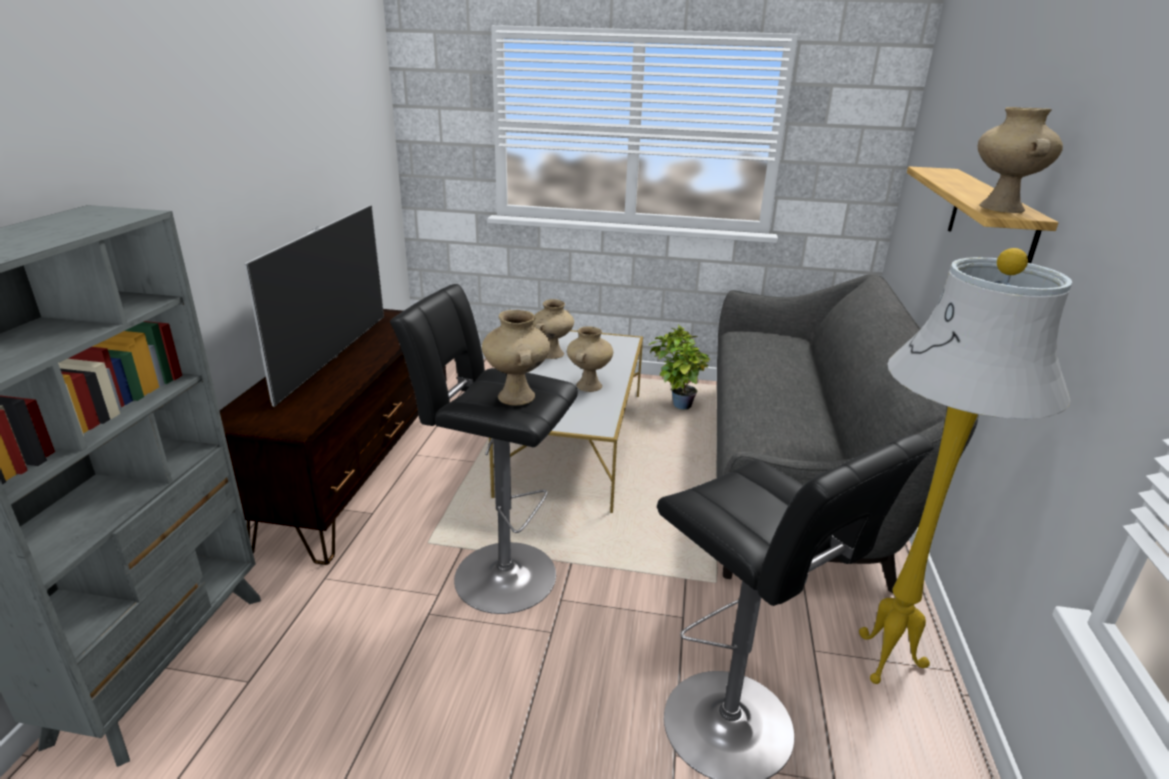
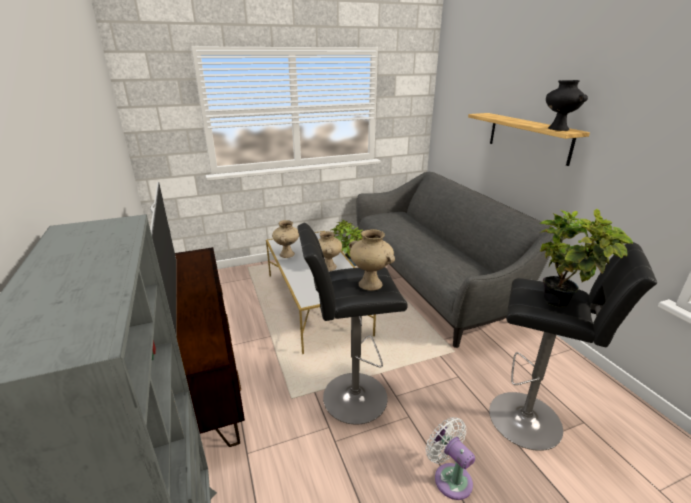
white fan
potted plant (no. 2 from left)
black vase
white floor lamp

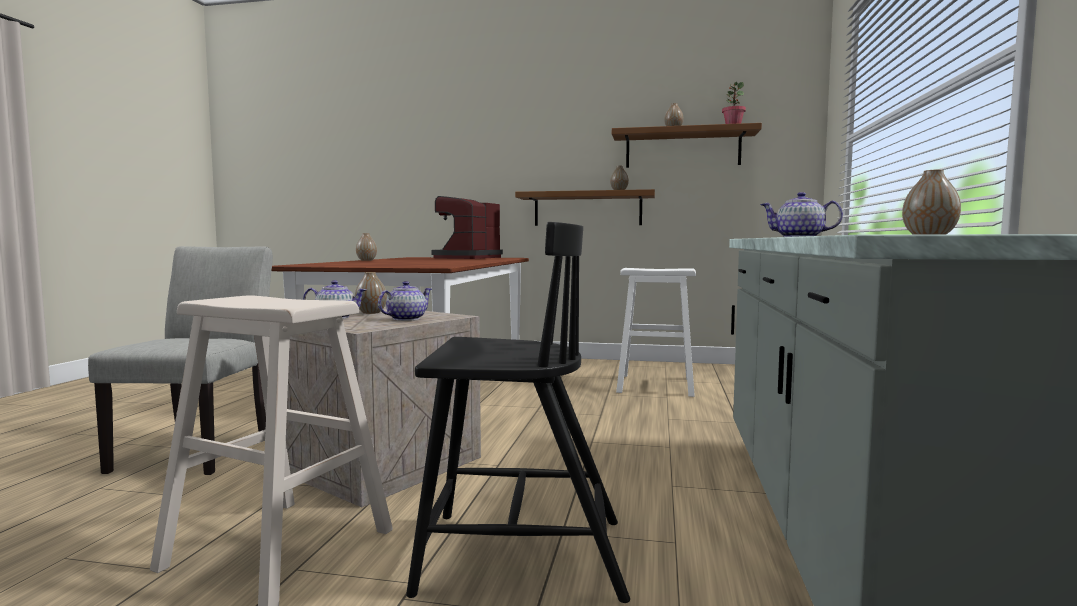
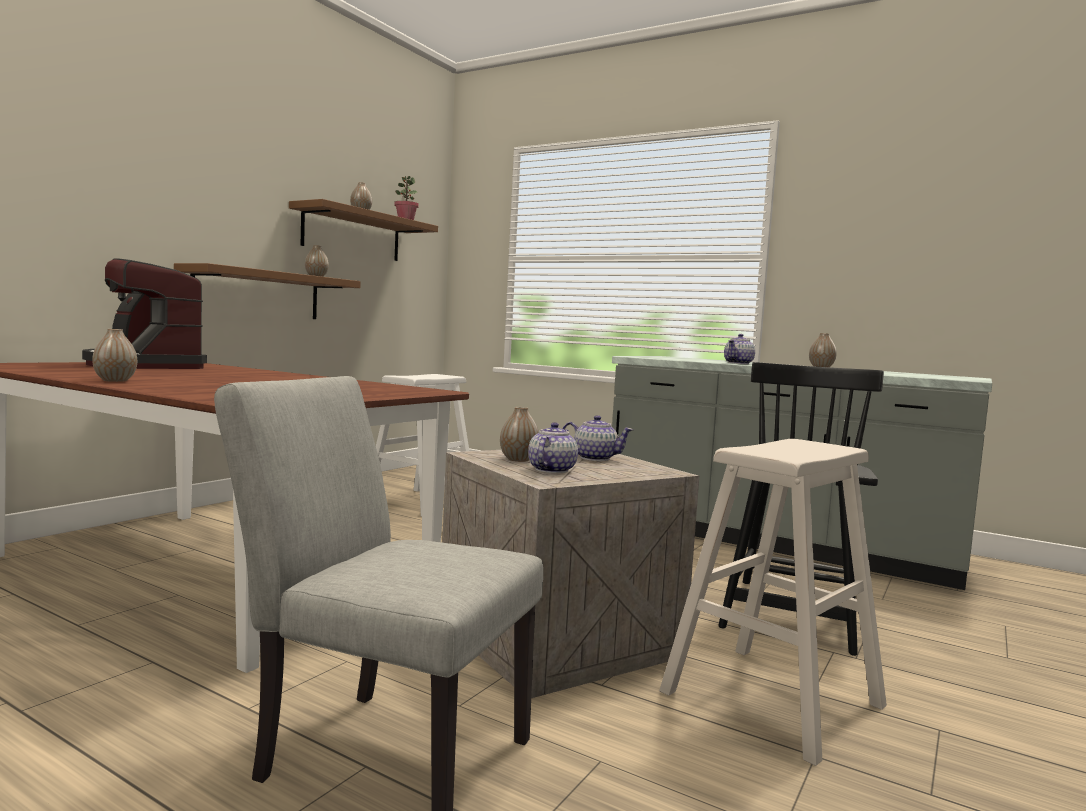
teapot (no. 2 from left)

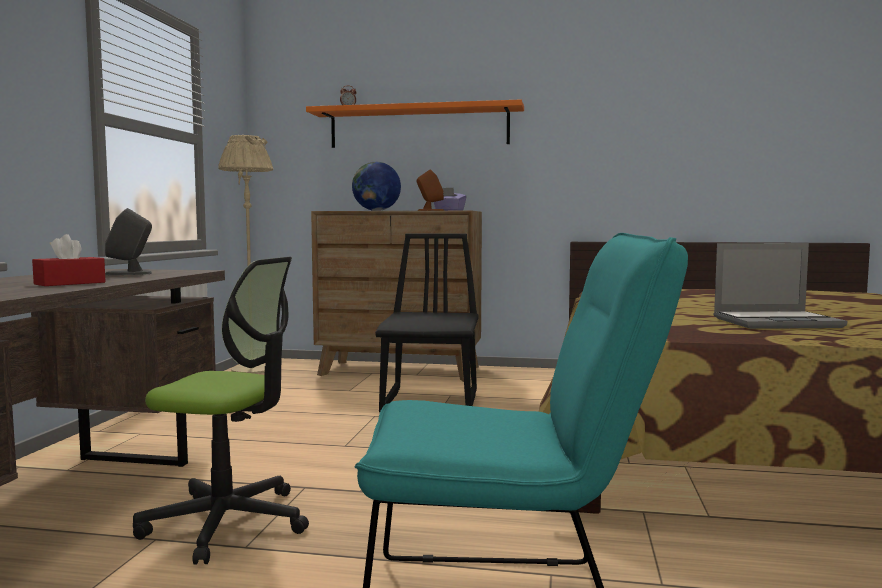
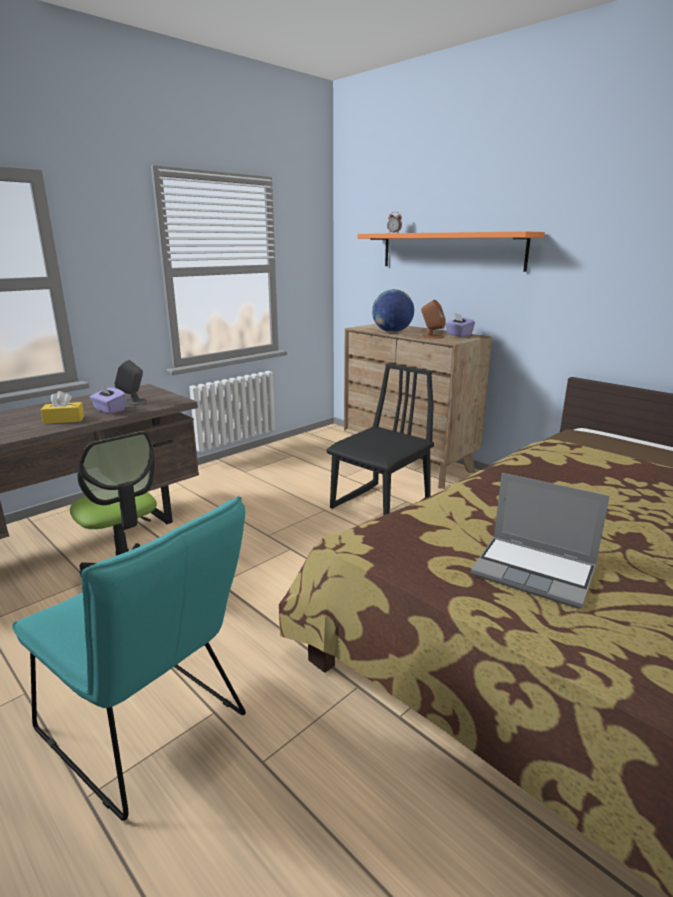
yellow tissue box
purple tissue box (no. 1 from left)
beige floor lamp

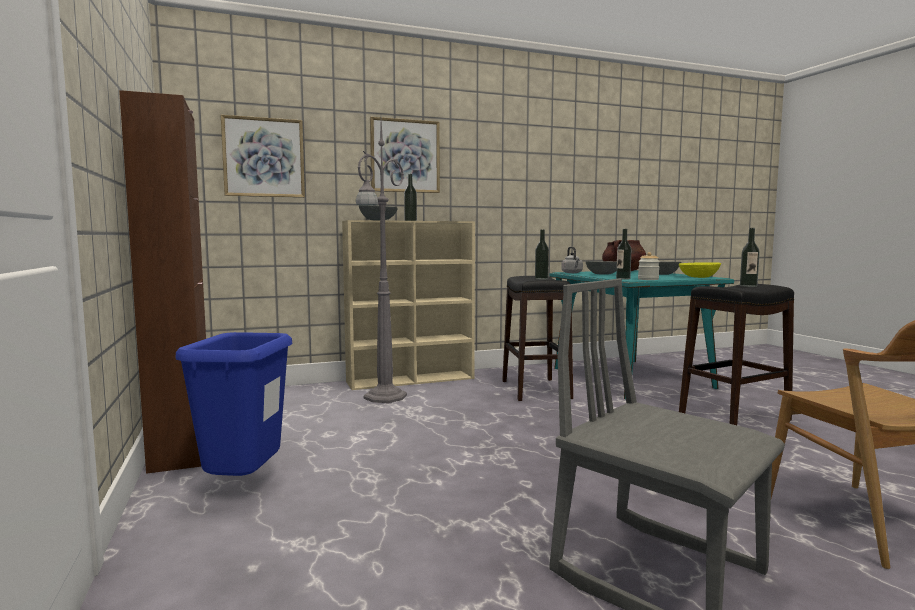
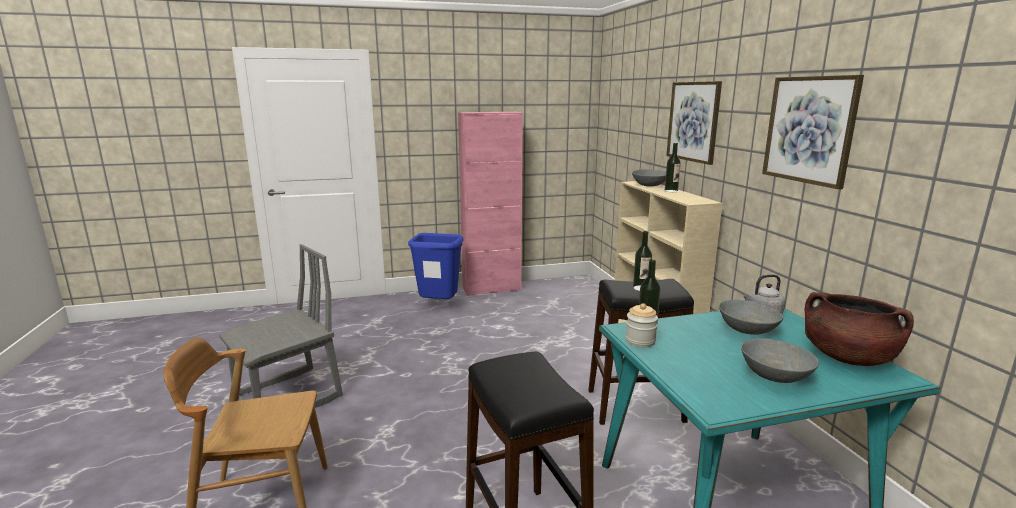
pink cabinet
picture (no. 2 from left)
grey floor lamp
yellow bowl
bottle (no. 4 from left in the first image)

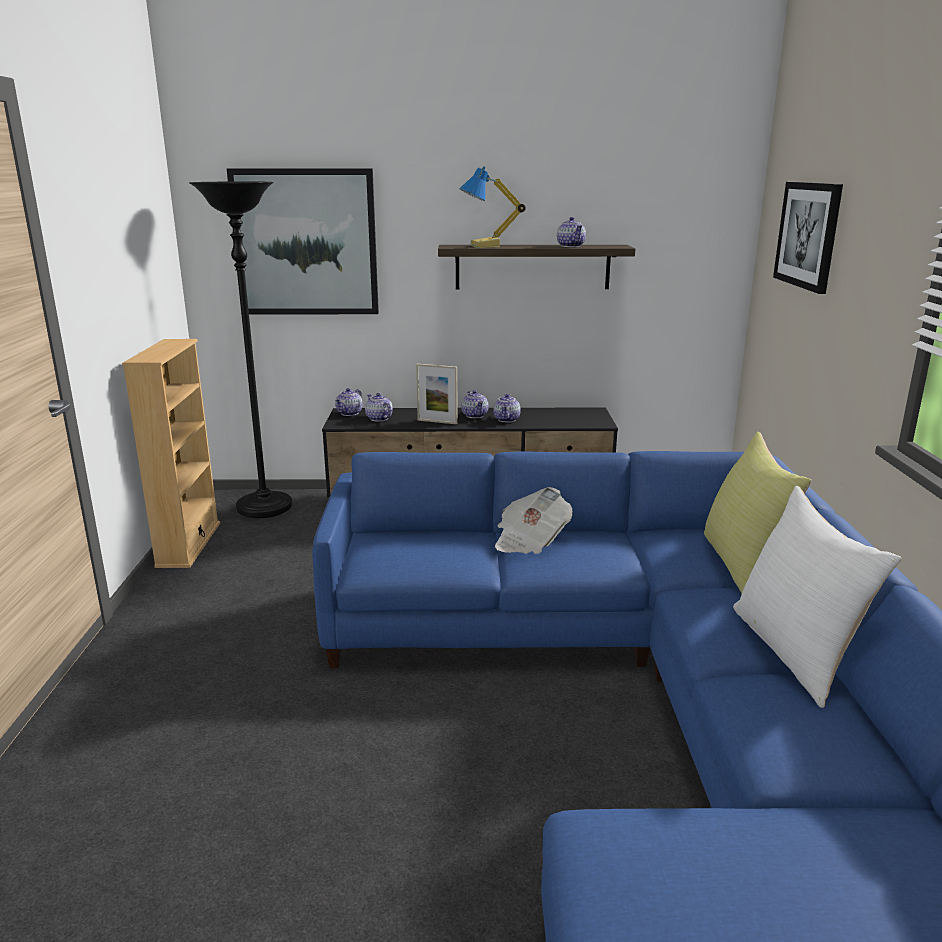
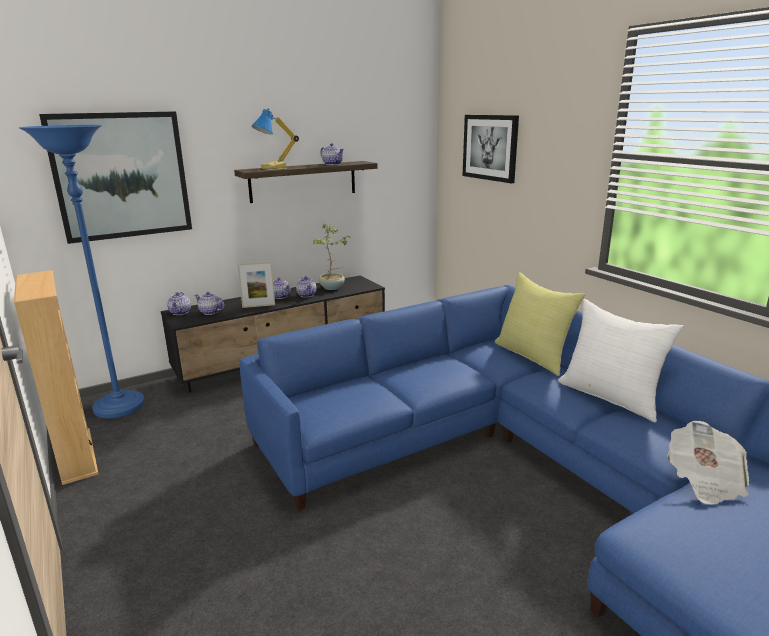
blue floor lamp
potted plant
newspaper

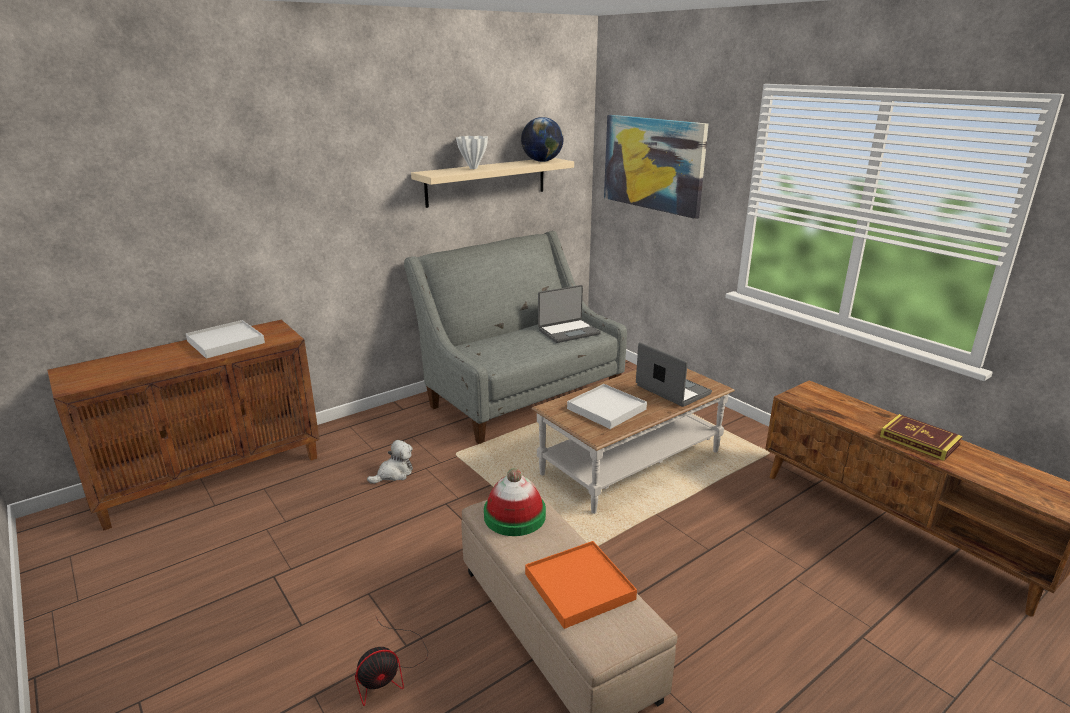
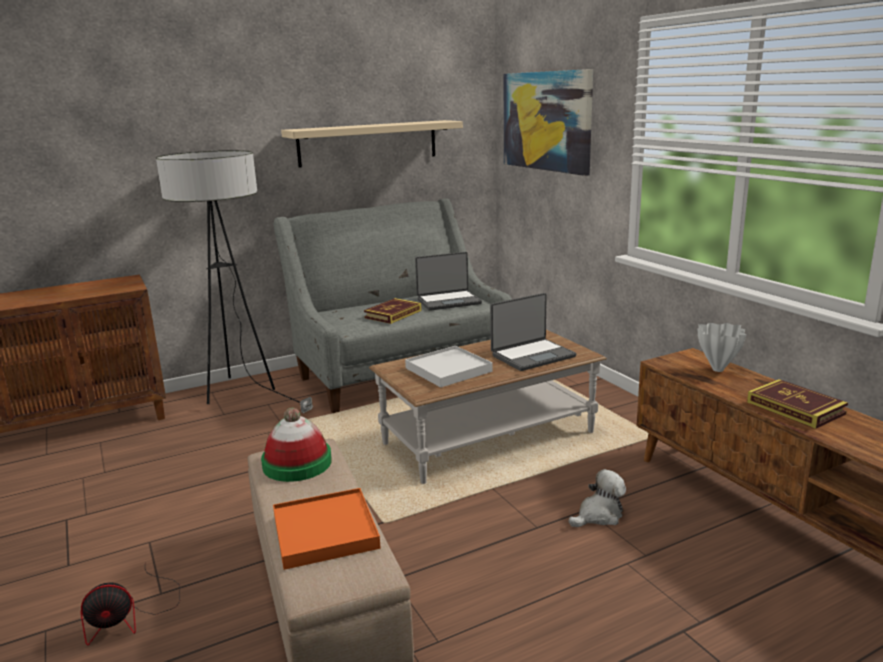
floor lamp
book (no. 1 from left)
laptop (no. 2 from left)
plush toy
white vase
white tray (no. 1 from left in the first image)
globe

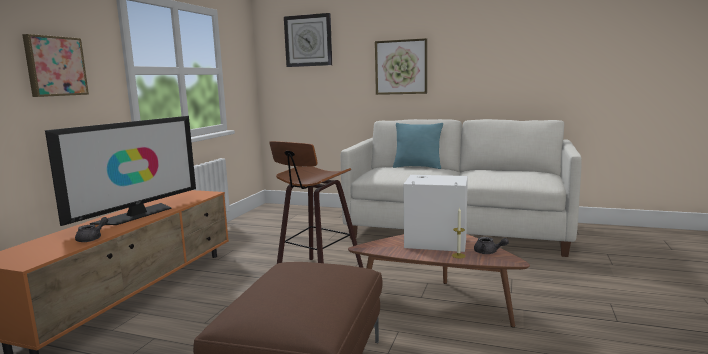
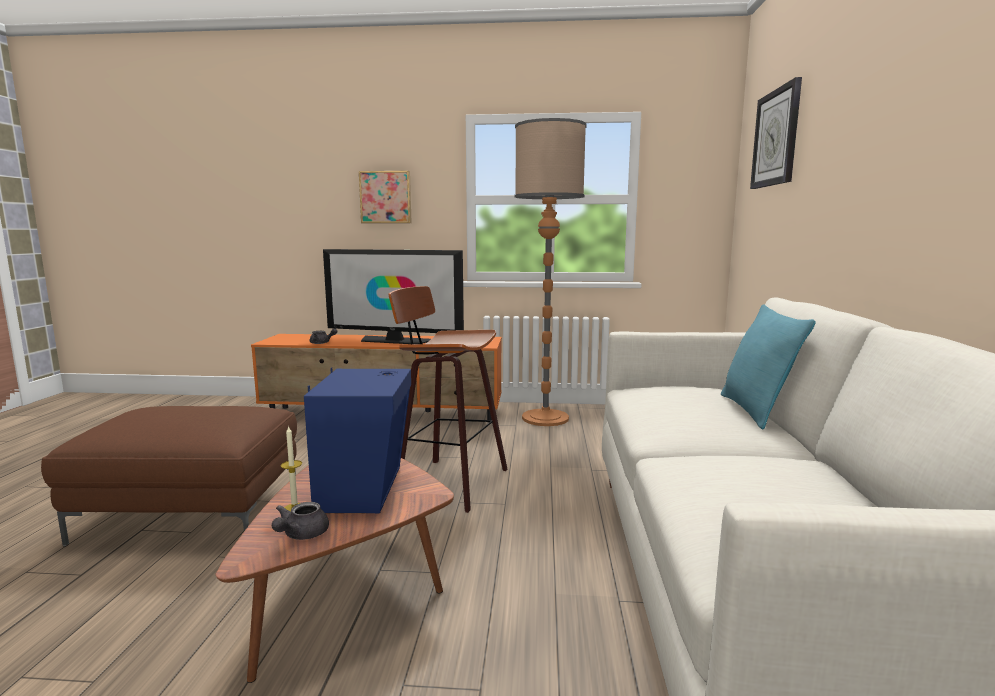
blue speaker
floor lamp
picture (no. 2 from left in the first image)

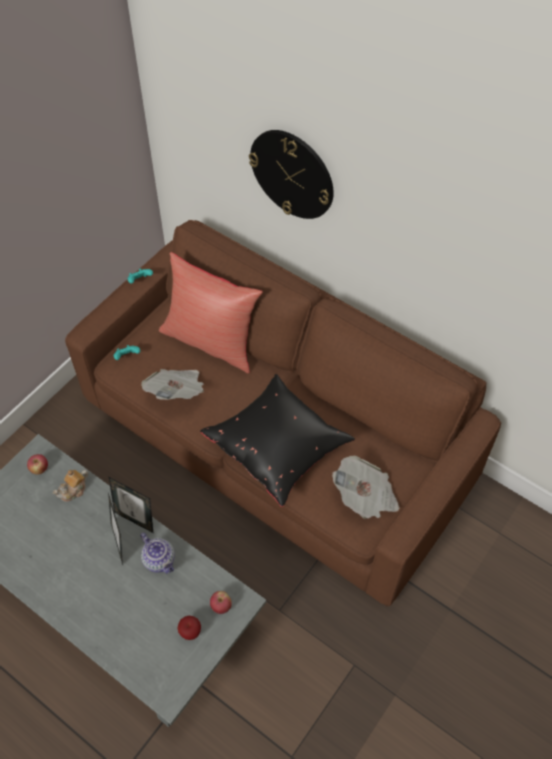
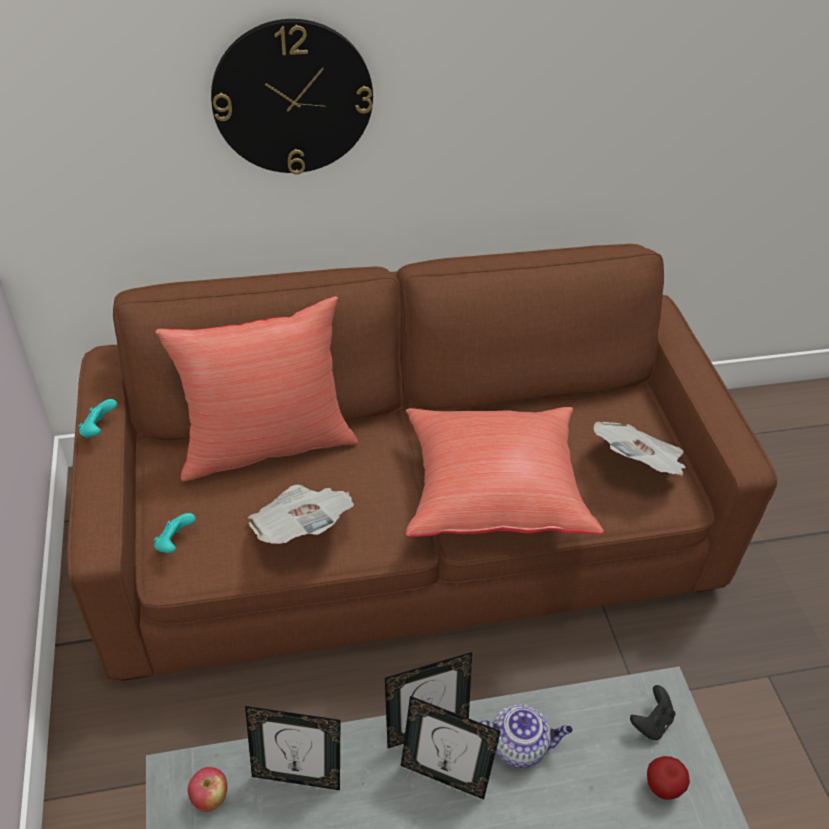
picture frame (no. 1 from left)
red pillow (no. 2 from left)
black game controller

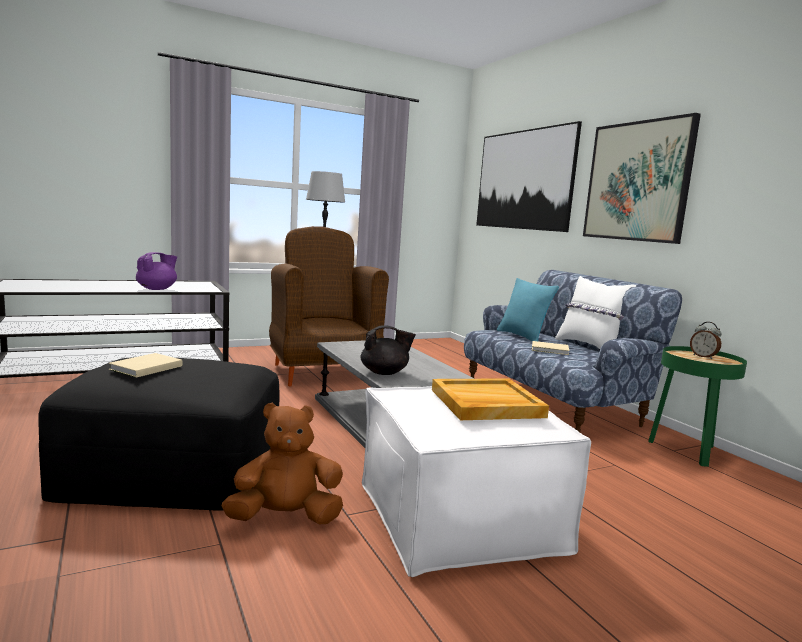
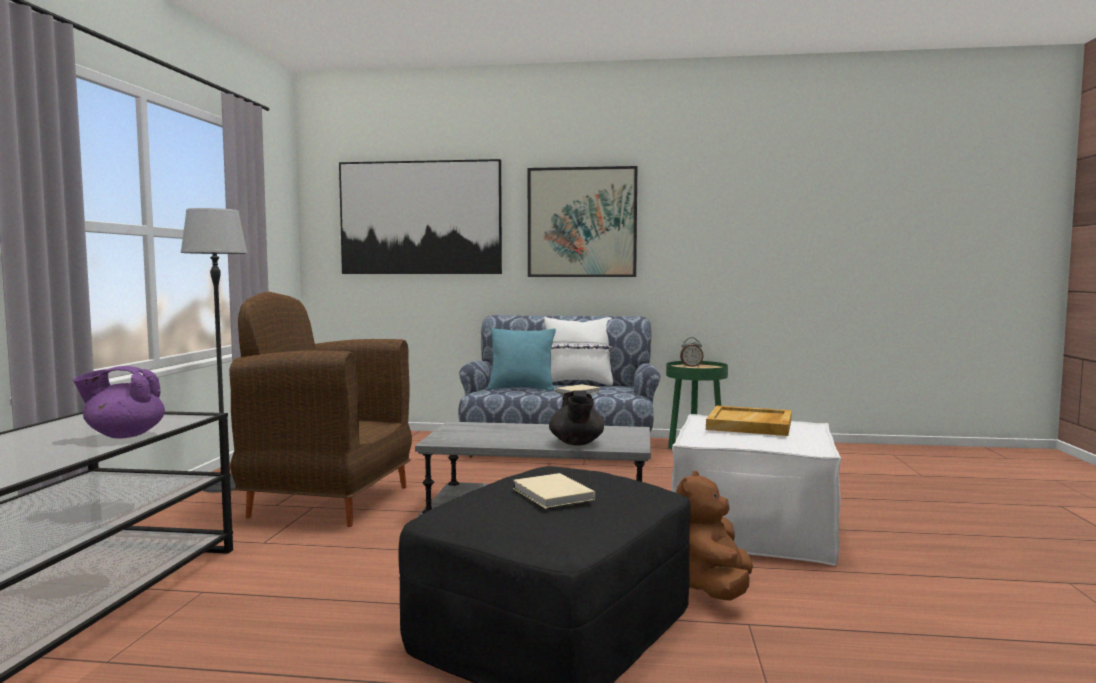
purple teapot
black teapot

